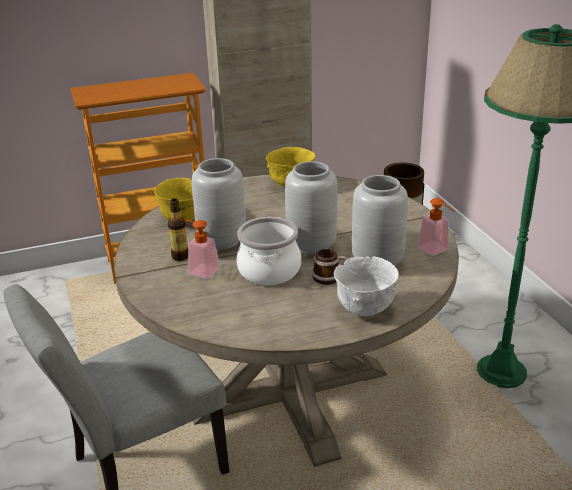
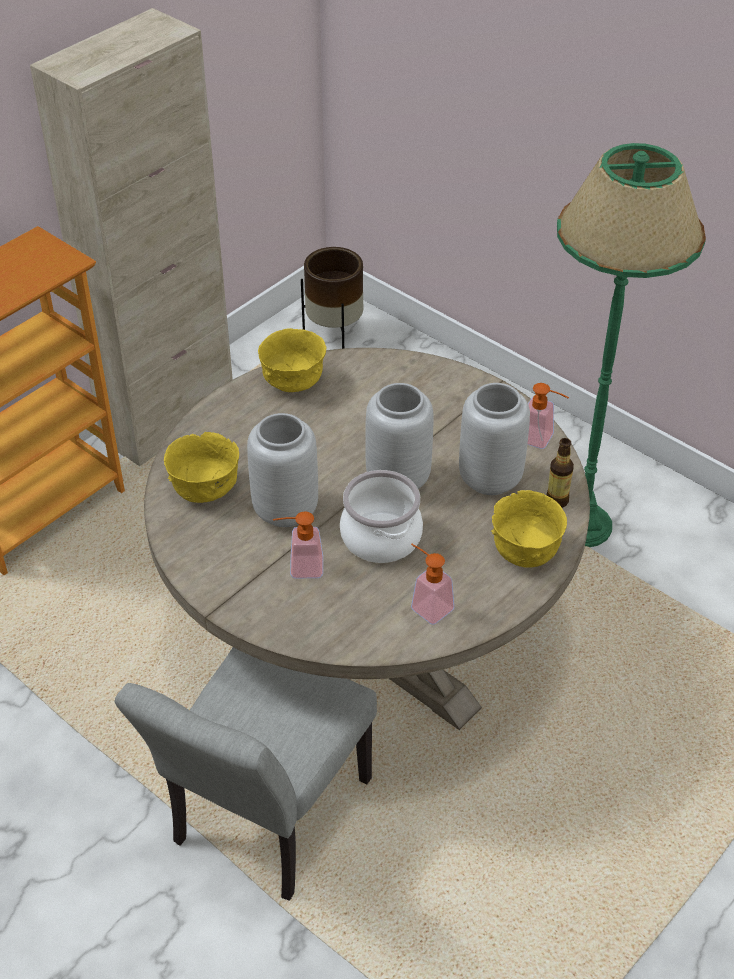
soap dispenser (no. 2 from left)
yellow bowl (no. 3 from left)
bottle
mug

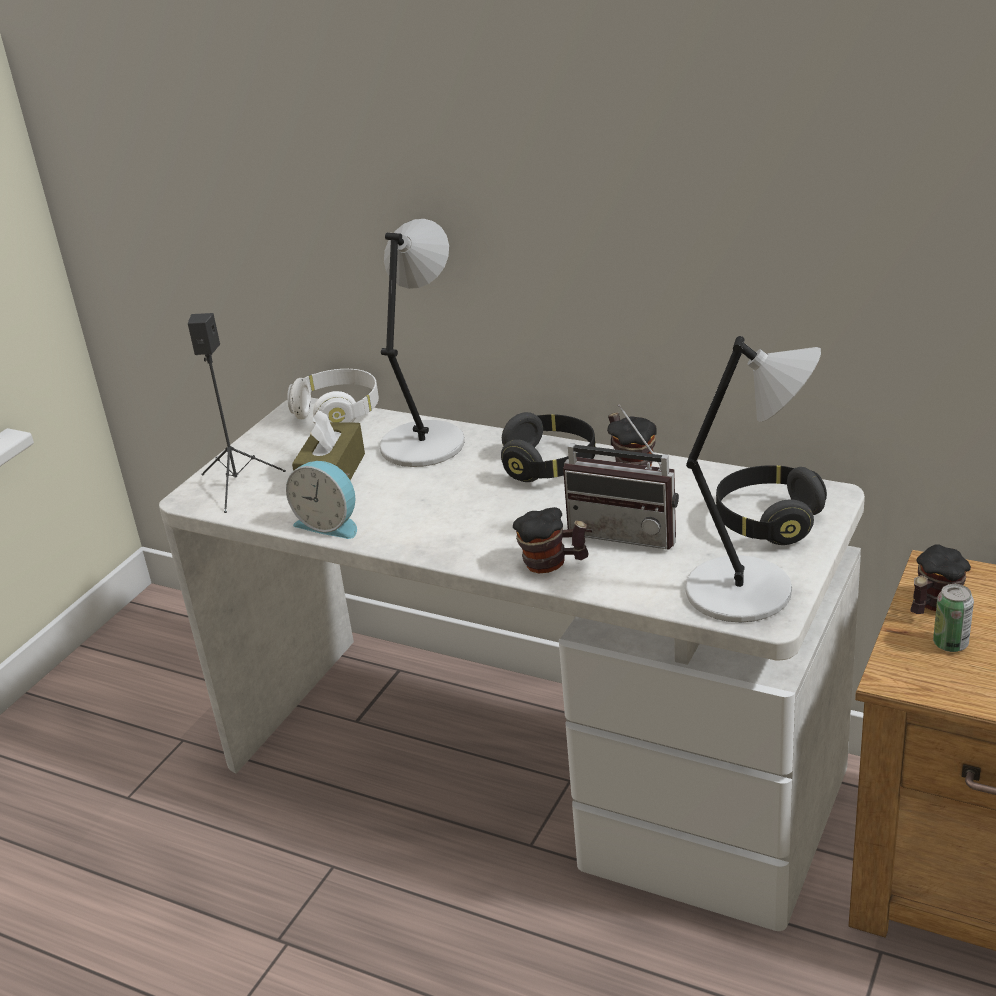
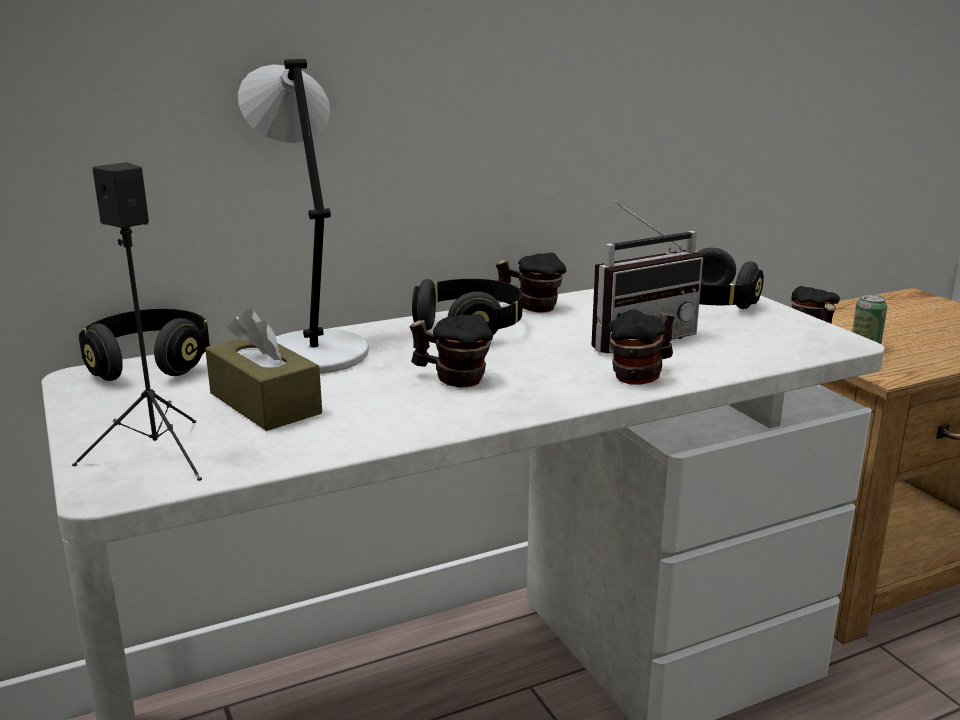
black headphones (no. 1 from left)
mug (no. 1 from left)
alarm clock
grey table lamp (no. 2 from left in the first image)

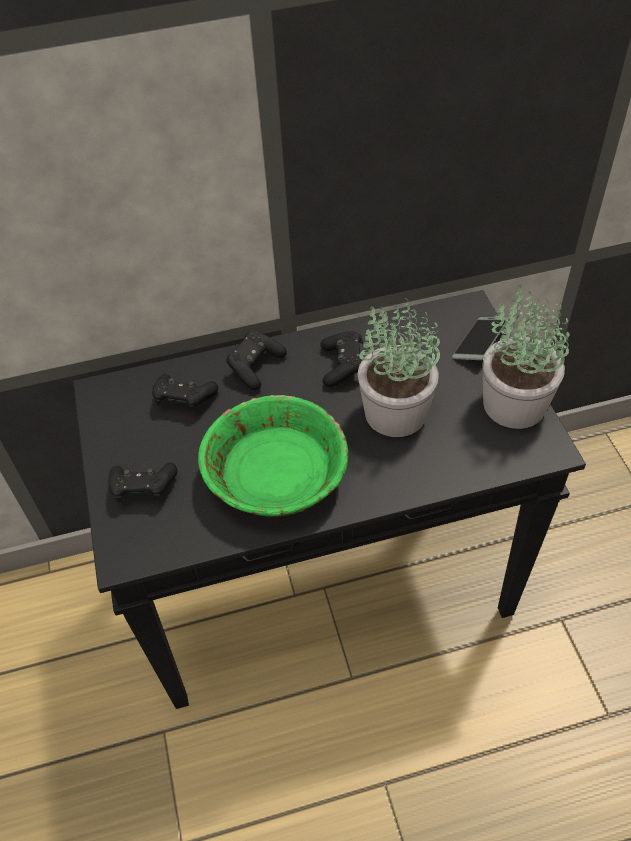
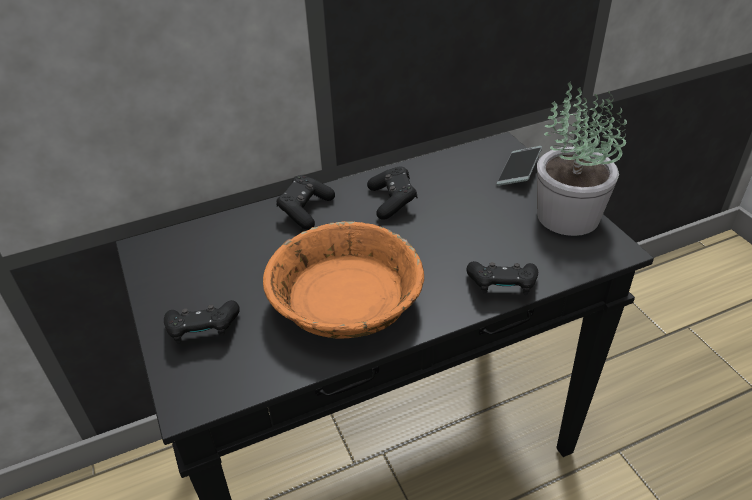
orange bowl
black game controller (no. 4 from left)
potted plant (no. 1 from left in the first image)

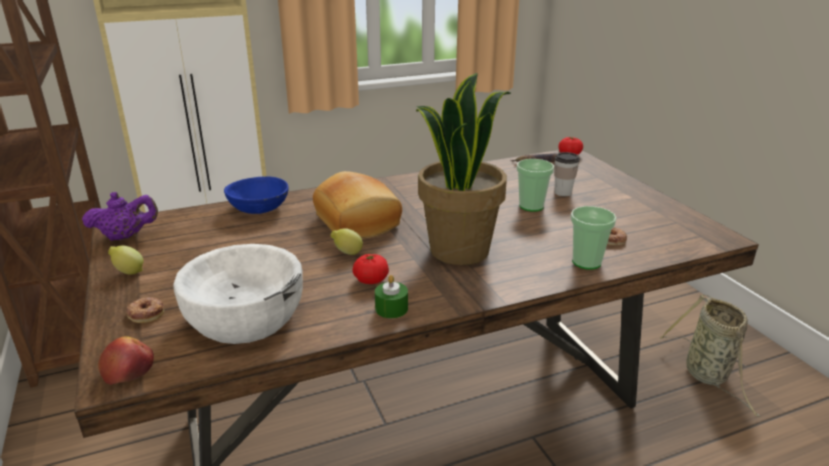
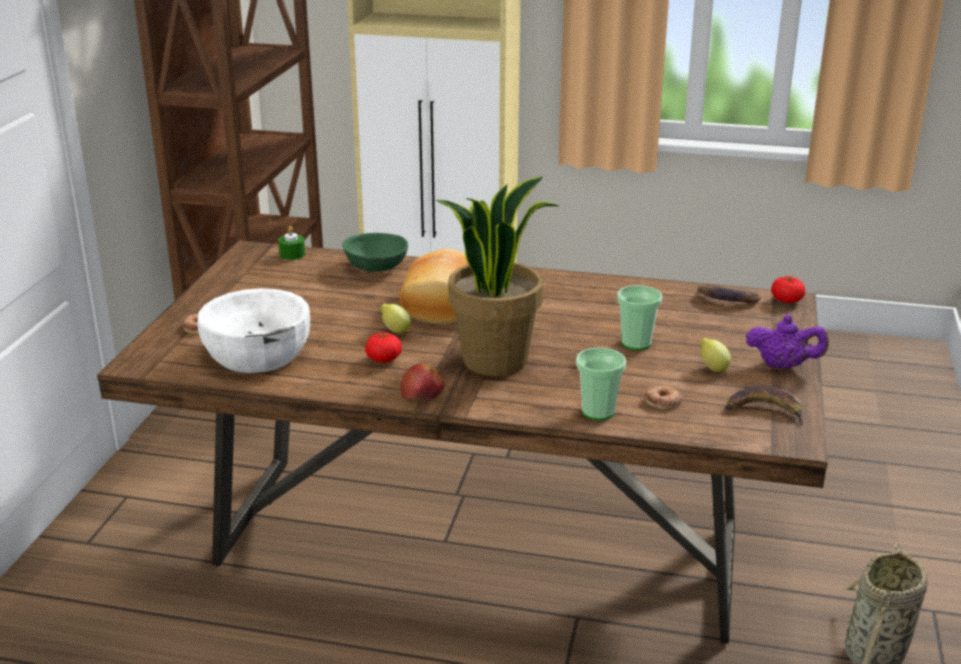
green candle
green bowl
apple
lemon (no. 2 from left)
banana (no. 2 from left)
purple teapot
cup (no. 2 from left in the first image)

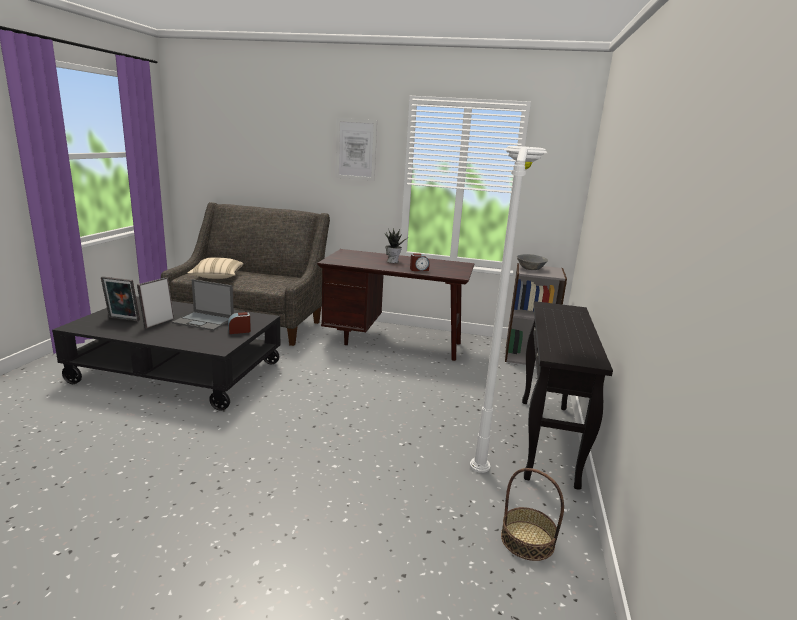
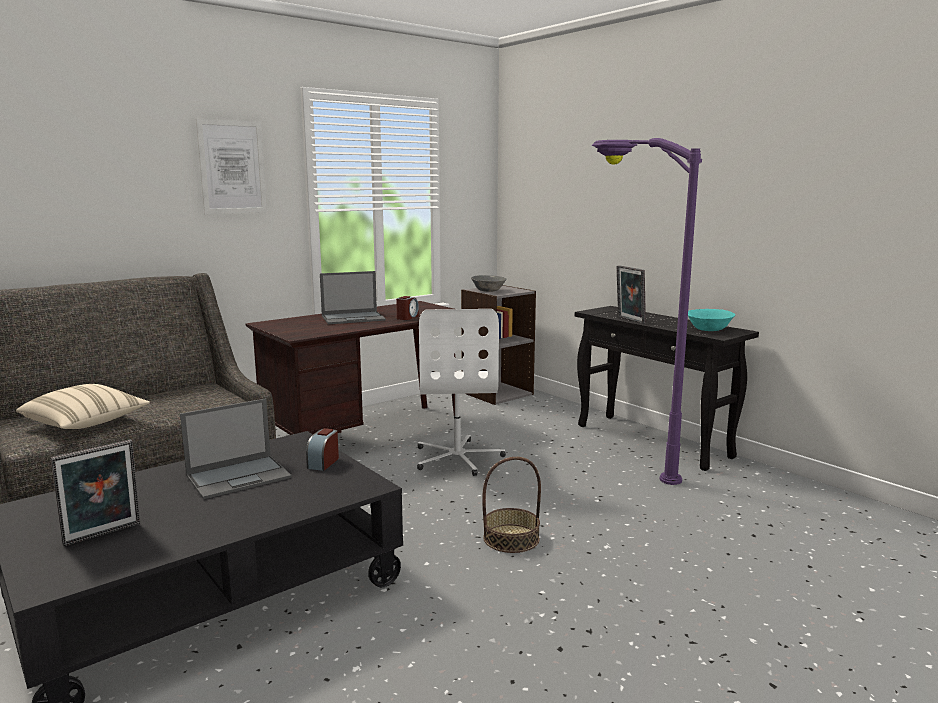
laptop (no. 2 from left)
white office chair
basket
purple floor lamp
picture frame (no. 2 from left)
turquoise bowl

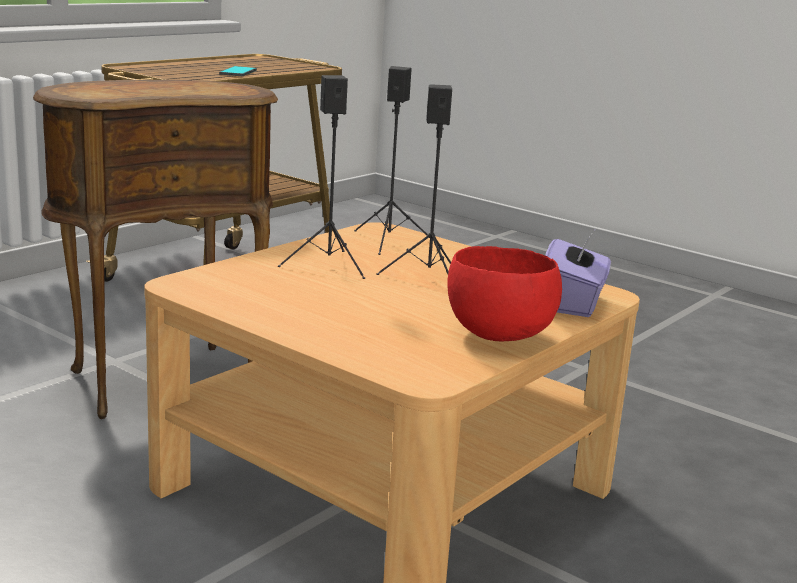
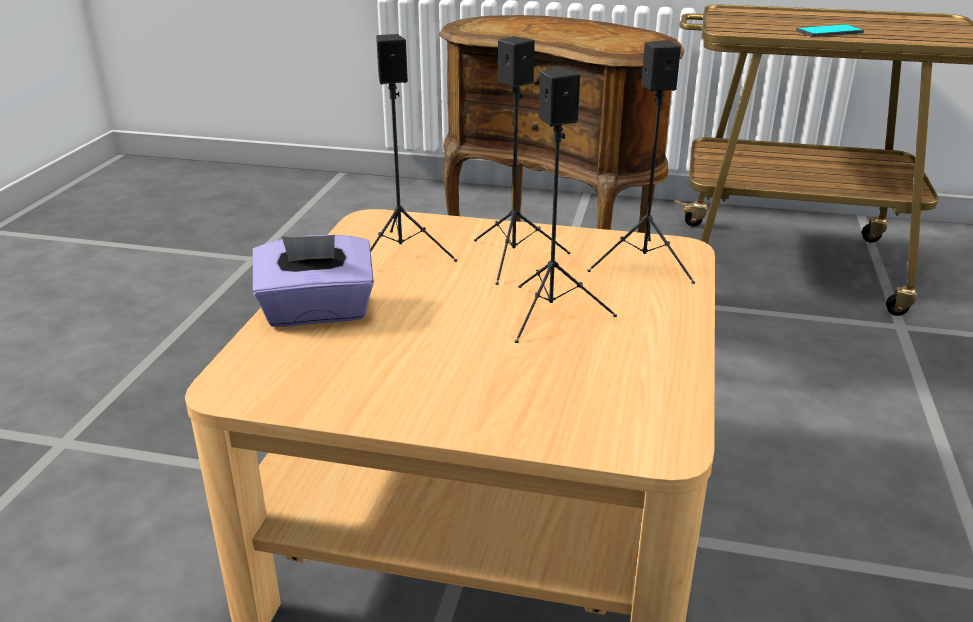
purple tissue box
black speaker (no. 1 from left)
red bowl

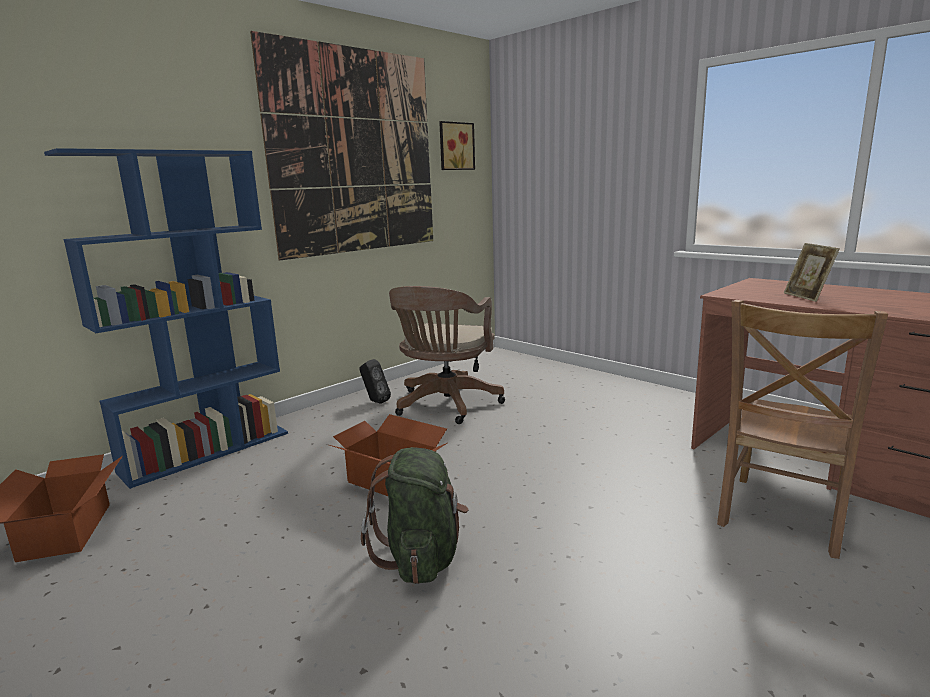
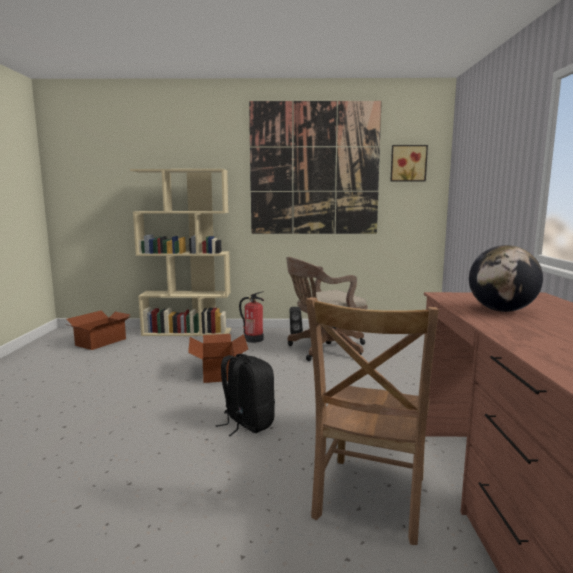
beige bookcase
black backpack
fire extinguisher
brown chair
globe
green backpack

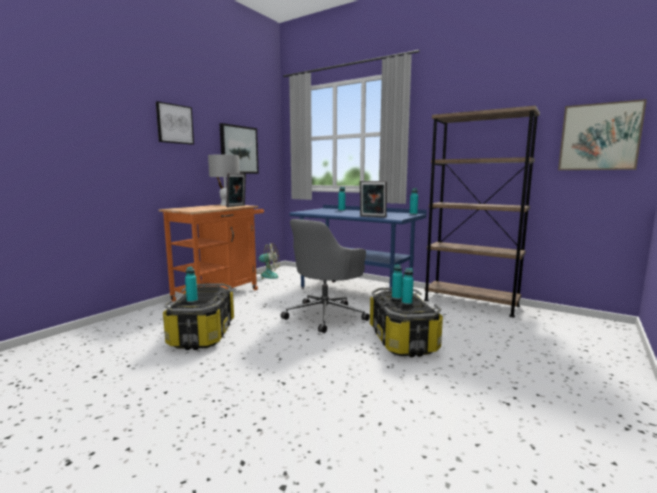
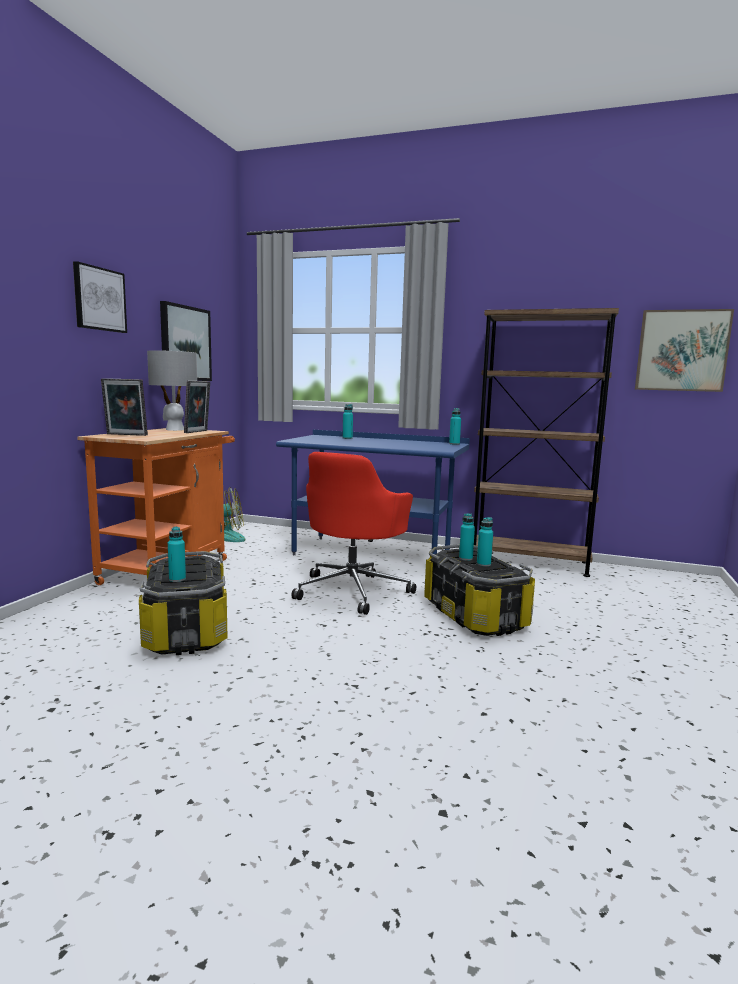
picture frame (no. 1 from left)
red office chair

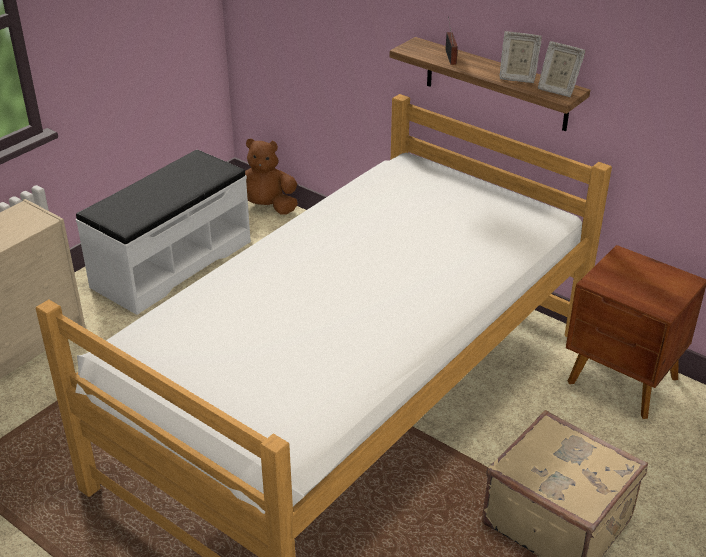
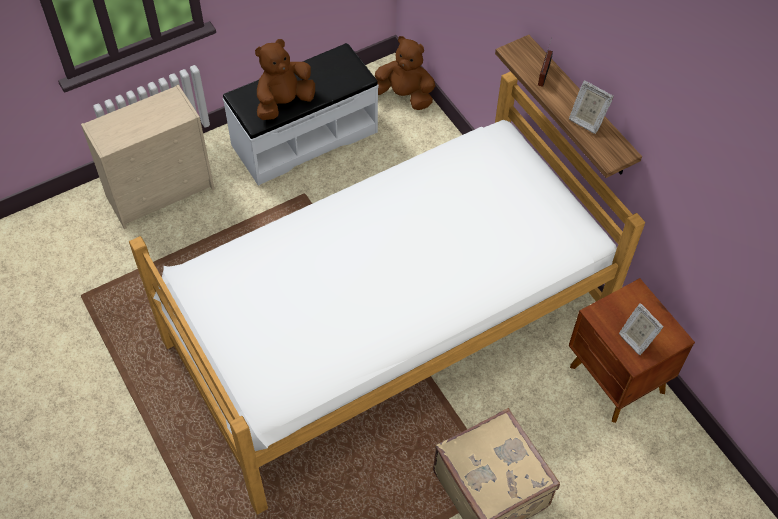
brown plush toy (no. 1 from left)
picture frame (no. 2 from left)

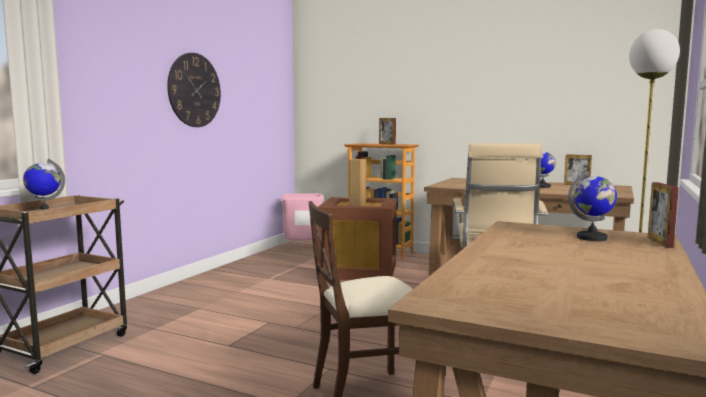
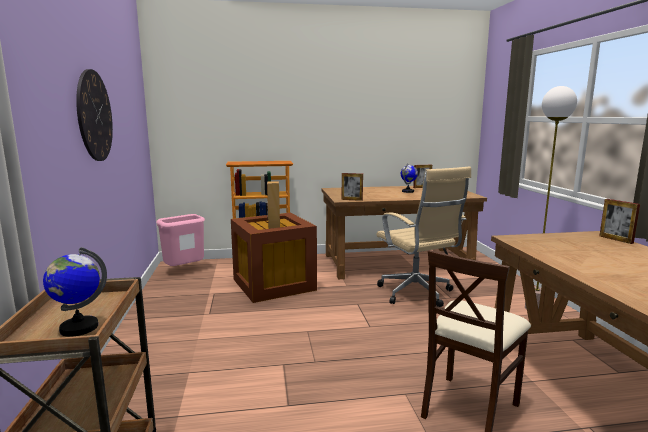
picture frame (no. 1 from left)
globe (no. 3 from left in the first image)

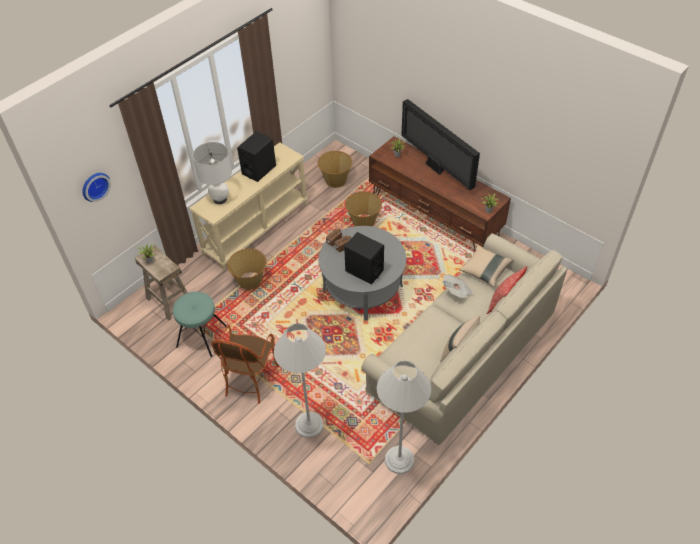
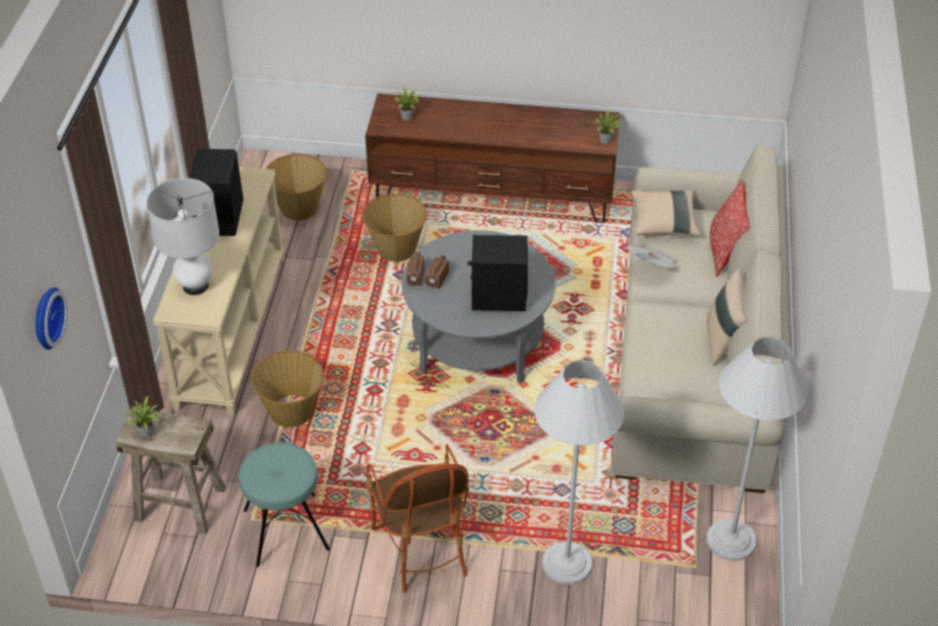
television

